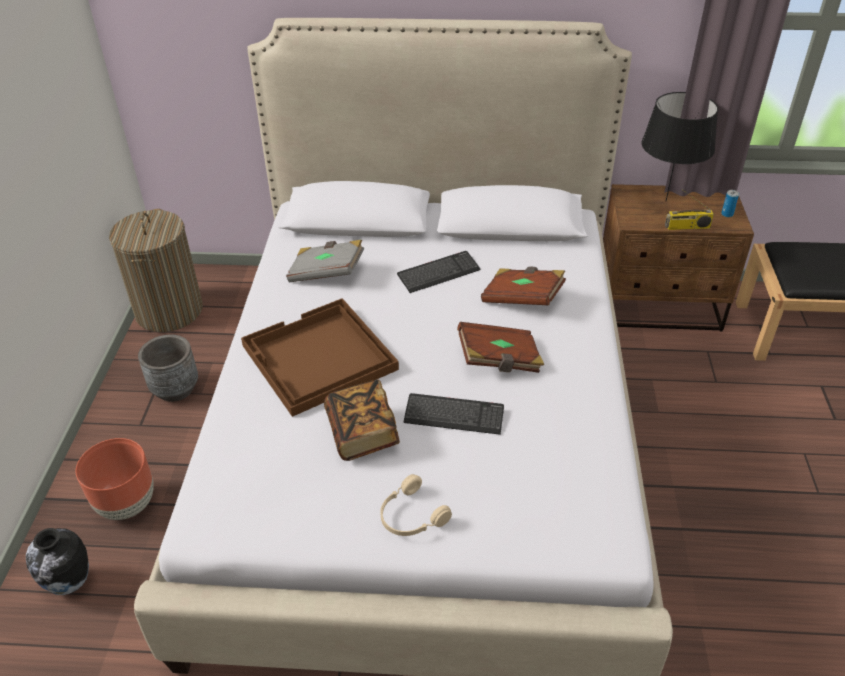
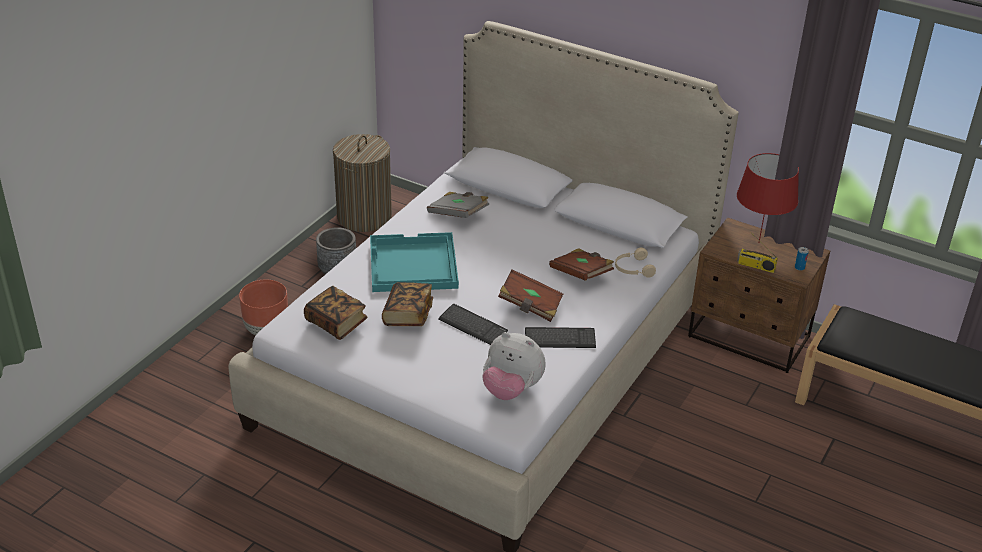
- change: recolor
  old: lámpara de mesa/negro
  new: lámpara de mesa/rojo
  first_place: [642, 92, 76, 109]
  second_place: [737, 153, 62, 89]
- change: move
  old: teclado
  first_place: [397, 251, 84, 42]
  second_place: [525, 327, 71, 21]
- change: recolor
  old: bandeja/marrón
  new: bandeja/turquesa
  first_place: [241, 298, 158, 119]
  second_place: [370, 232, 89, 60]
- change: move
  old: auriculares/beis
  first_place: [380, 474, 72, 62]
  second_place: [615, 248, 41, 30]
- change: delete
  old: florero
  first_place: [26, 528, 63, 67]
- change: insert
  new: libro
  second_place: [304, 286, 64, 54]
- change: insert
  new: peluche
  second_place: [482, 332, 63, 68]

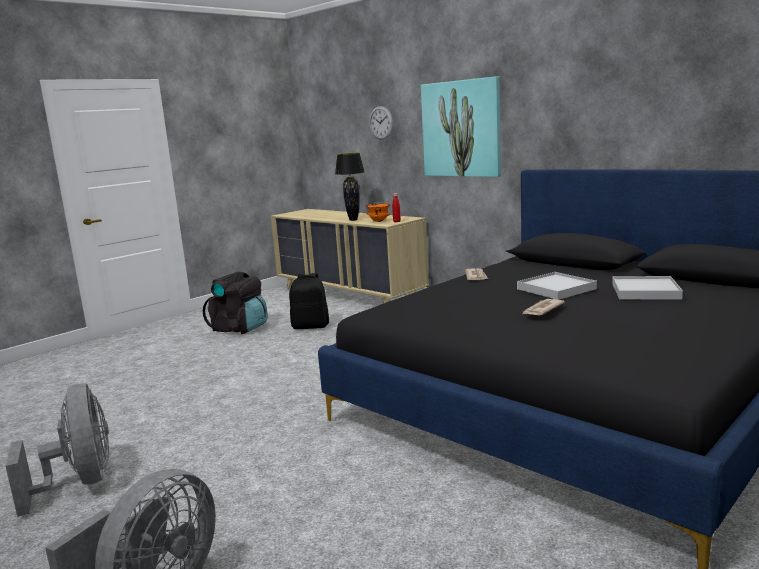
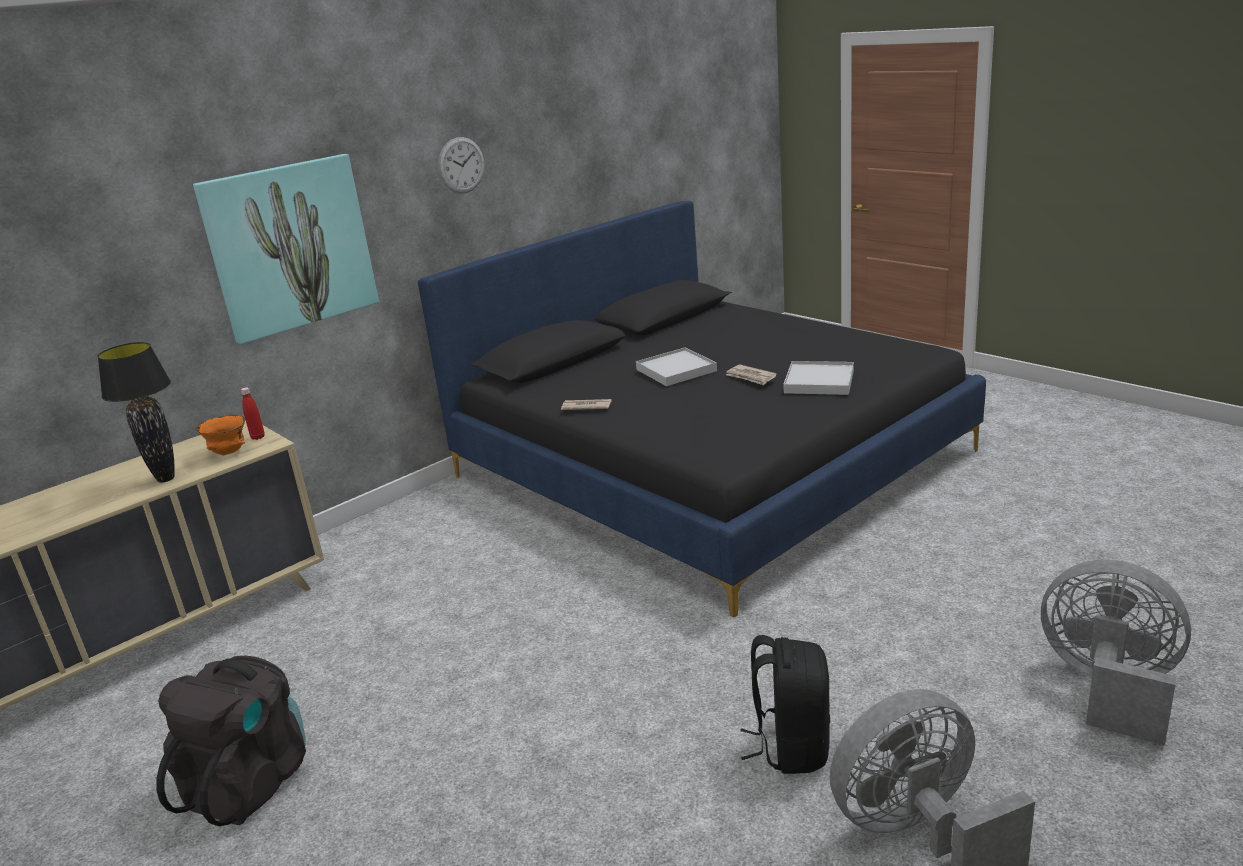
- change: move
  old: reloj de pared
  first_place: [369, 106, 24, 34]
  second_place: [438, 137, 47, 57]
- change: move
  old: mochila/negro
  first_place: [289, 273, 40, 56]
  second_place: [740, 635, 90, 139]
- change: move
  old: bandeja/blanco
  first_place: [612, 276, 71, 24]
  second_place: [783, 361, 71, 34]

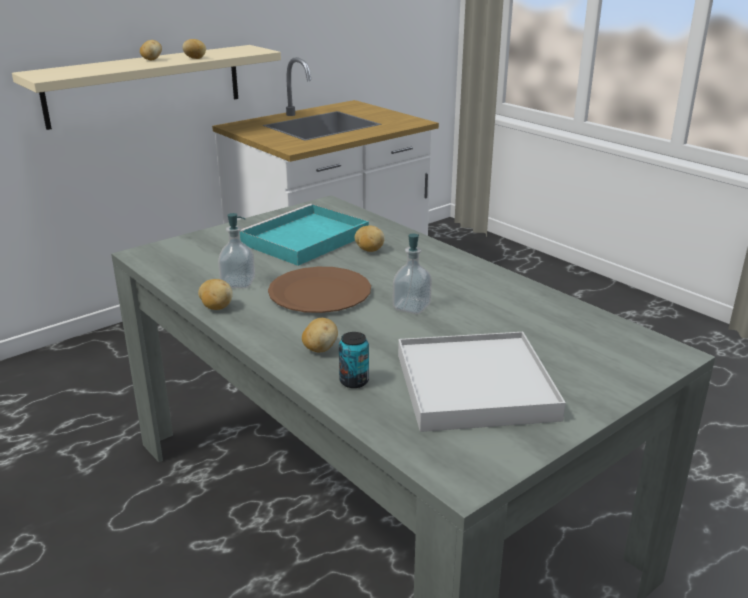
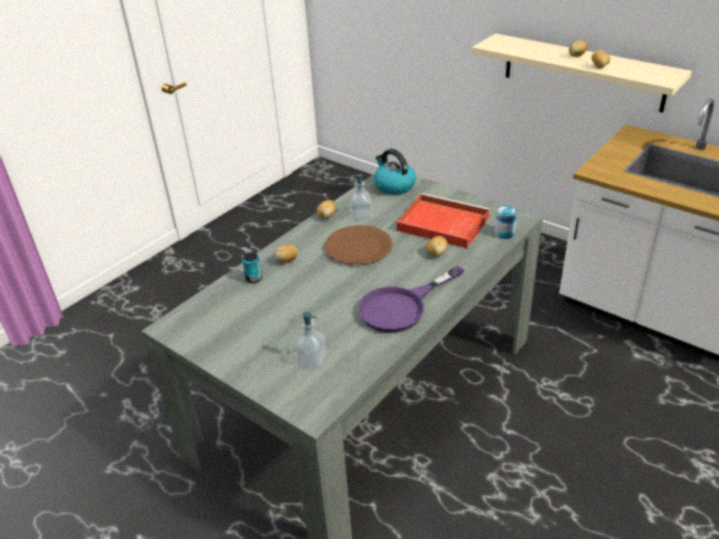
- change: recolor
  old: bandeja/turquesa
  new: bandeja/rojo
  first_place: [239, 204, 130, 62]
  second_place: [396, 193, 94, 55]
- change: move
  old: dispensador de jabón
  first_place: [393, 234, 39, 80]
  second_place: [296, 312, 30, 56]
- change: delete
  old: bandeja/blanco
  first_place: [398, 332, 168, 100]
- change: insert
  new: hervidor
  second_place: [374, 149, 42, 46]
- change: insert
  new: lata
  second_place: [494, 205, 23, 34]
- change: insert
  new: sartén/morado
  second_place: [358, 266, 107, 67]

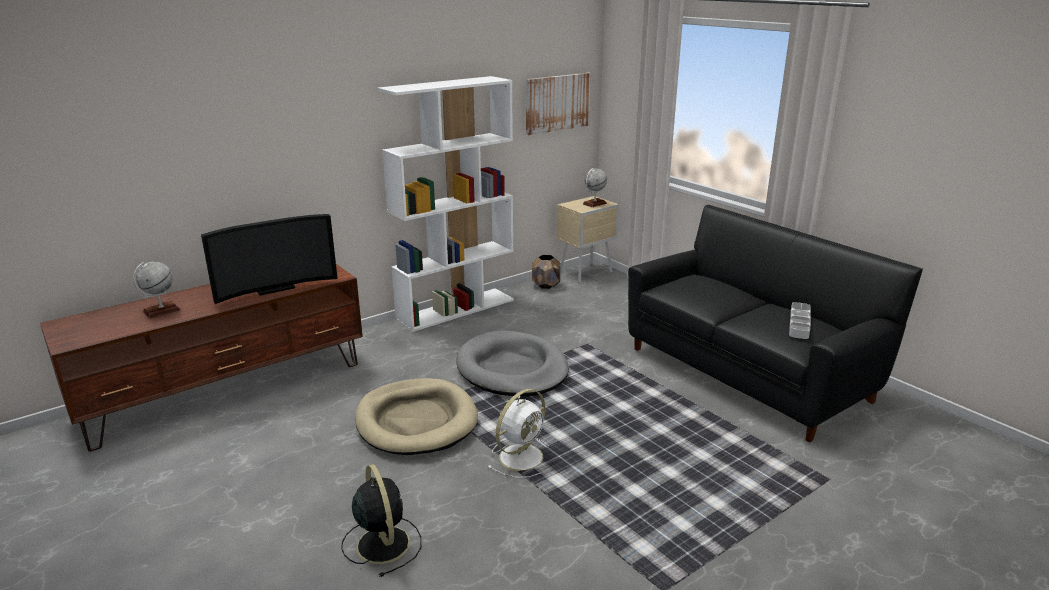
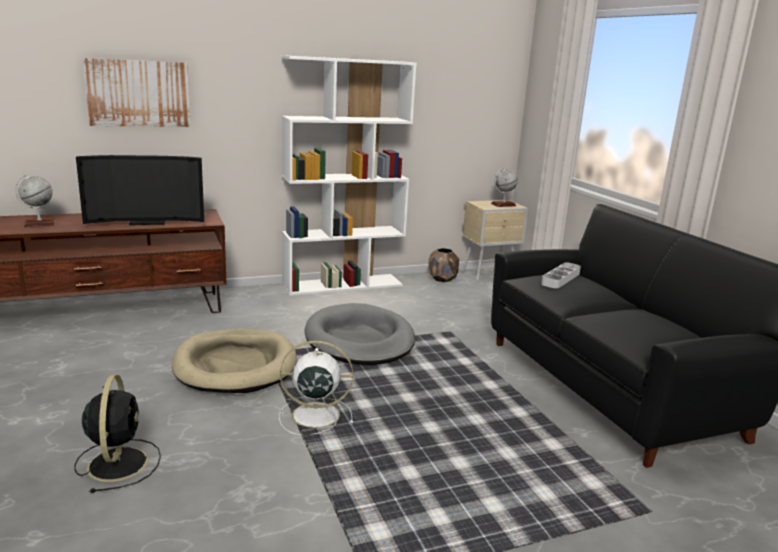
- change: move
  old: cuadro
  first_place: [526, 73, 65, 62]
  second_place: [83, 58, 107, 69]
- change: move
  old: bandeja/gris
  first_place: [789, 302, 22, 37]
  second_place: [541, 262, 40, 27]
- change: rotate
  old: ventilador/blanco
  first_place: [487, 389, 62, 89]
  second_place: [279, 341, 74, 95]
  degrees: -150

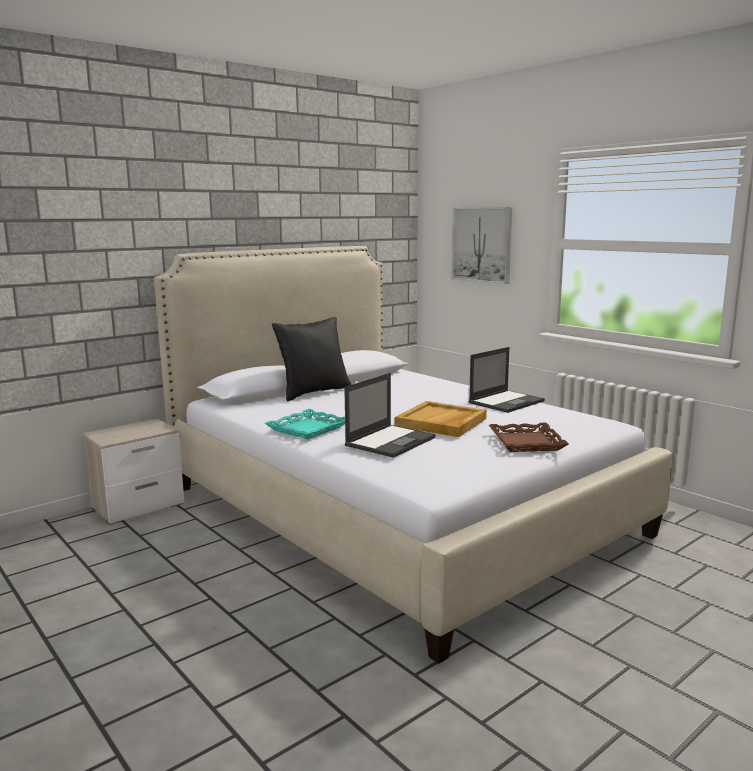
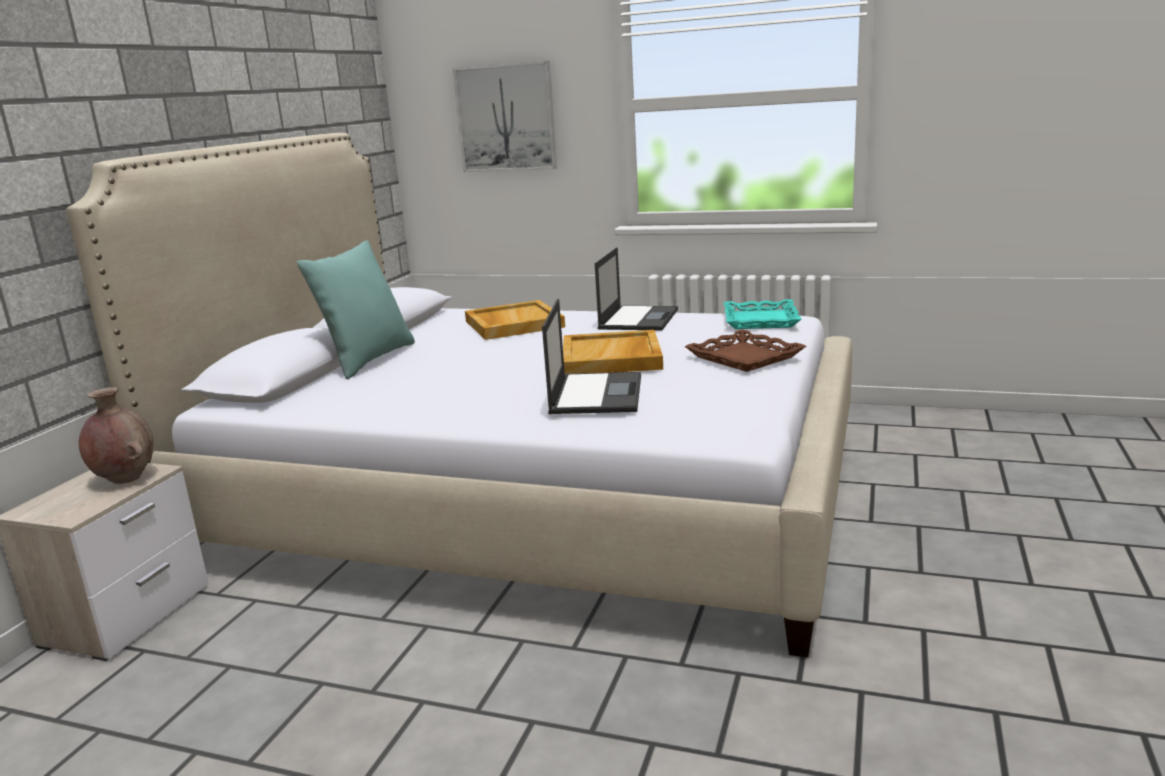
- change: recolor
  old: cojín/negro
  new: cojín/turquesa
  first_place: [272, 317, 80, 84]
  second_place: [297, 240, 118, 139]
- change: move
  old: bandeja/turquesa
  first_place: [265, 409, 80, 30]
  second_place: [724, 299, 77, 30]
- change: insert
  new: bandeja/beis
  second_place: [465, 300, 100, 40]
- change: insert
  new: florero/marrón
  second_place: [79, 387, 75, 97]

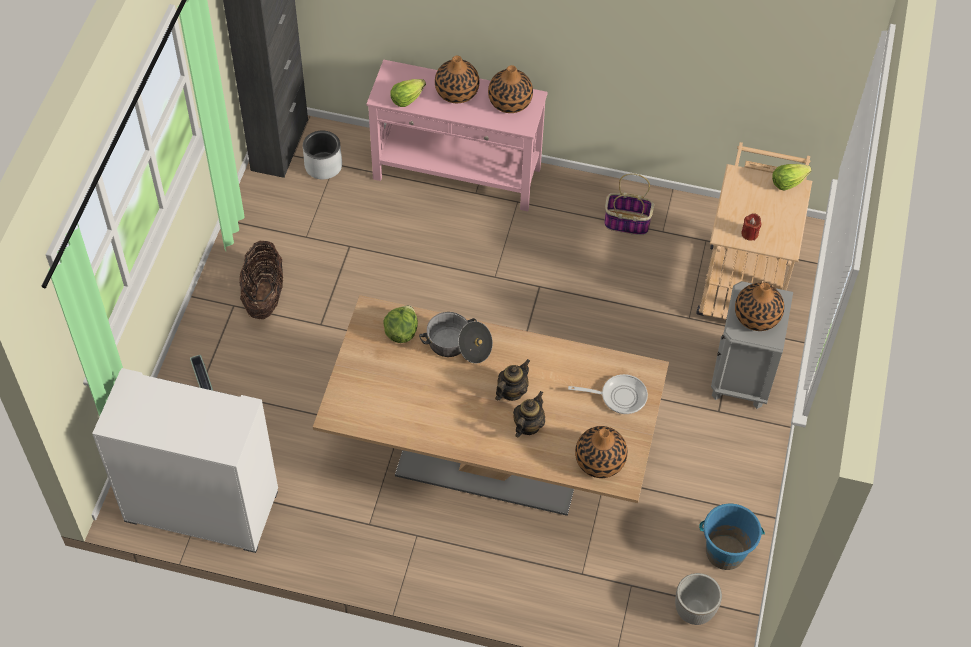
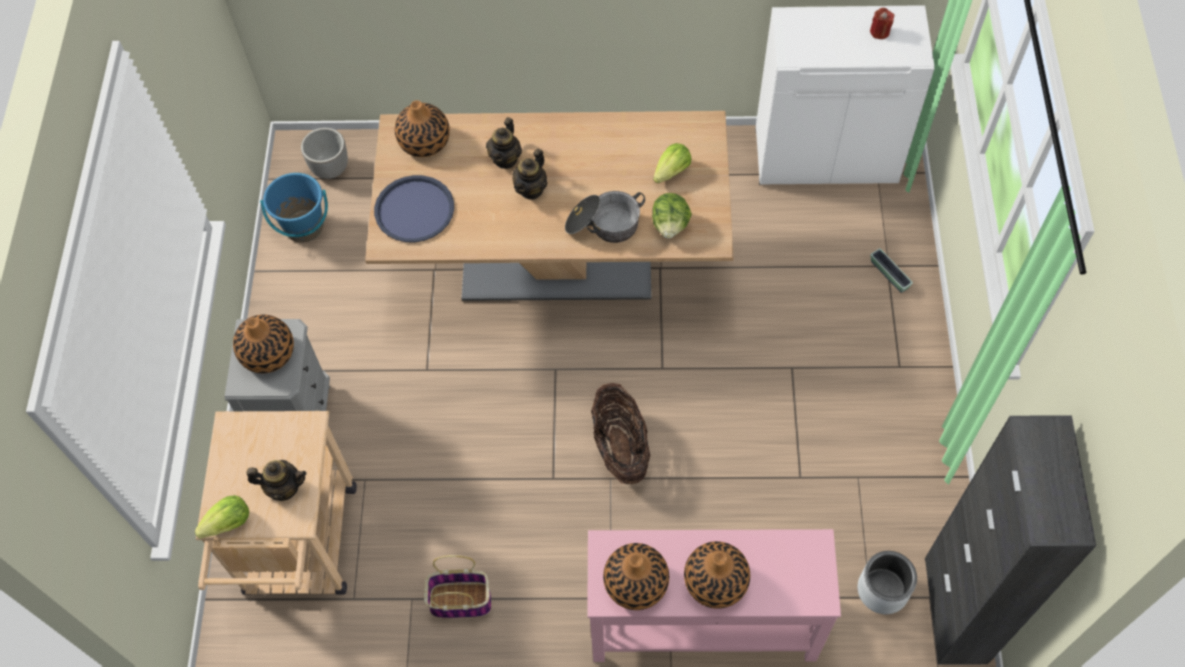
- change: move
  old: lechuga
  first_place: [390, 79, 36, 28]
  second_place: [653, 143, 39, 40]
- change: move
  old: vela/rojo
  first_place: [741, 213, 20, 28]
  second_place: [870, 8, 24, 31]
- change: move
  old: cesta
  first_place: [239, 241, 44, 78]
  second_place: [591, 383, 59, 102]
- change: replace
  old: sartén
  new: bandeja/azul
  first_place: [568, 374, 80, 40]
  second_place: [374, 175, 80, 67]
- change: insert
  new: tetera
  second_place: [247, 460, 59, 41]

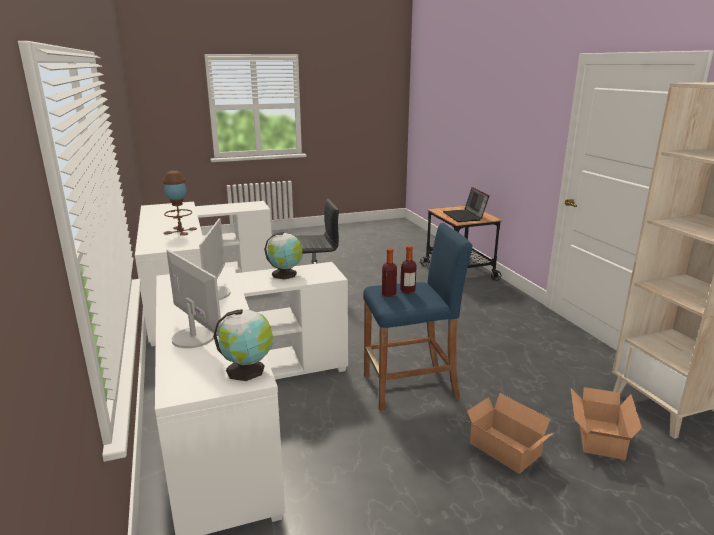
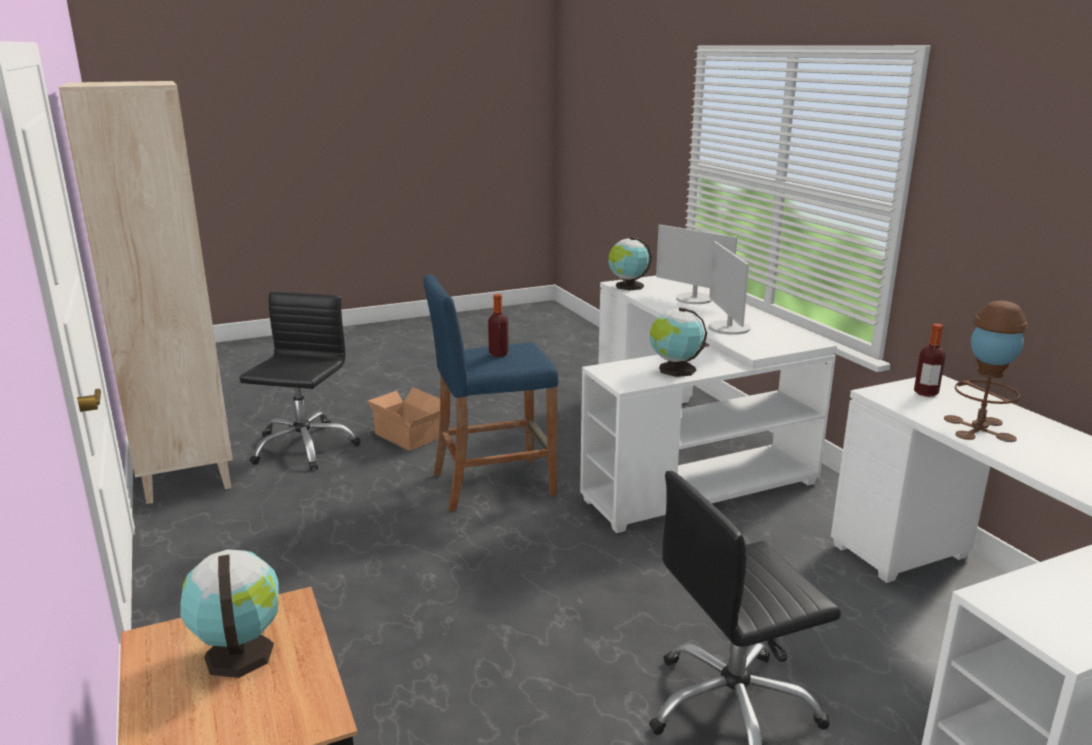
- change: replace
  old: portátil
  new: globo terráqueo
  first_place: [443, 187, 46, 35]
  second_place: [180, 549, 99, 129]
- change: move
  old: botella
  first_place: [382, 248, 15, 49]
  second_place: [914, 324, 32, 73]
- change: replace
  old: caja de cartón
  new: silla de oficina/negro
  first_place: [571, 387, 71, 73]
  second_place: [240, 292, 121, 178]

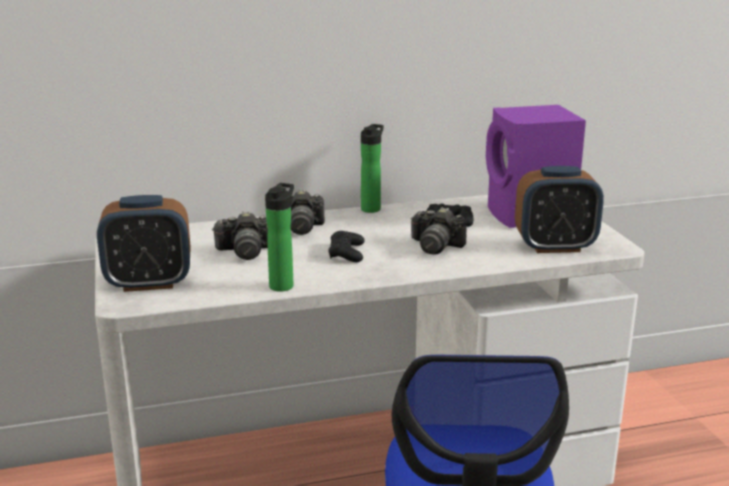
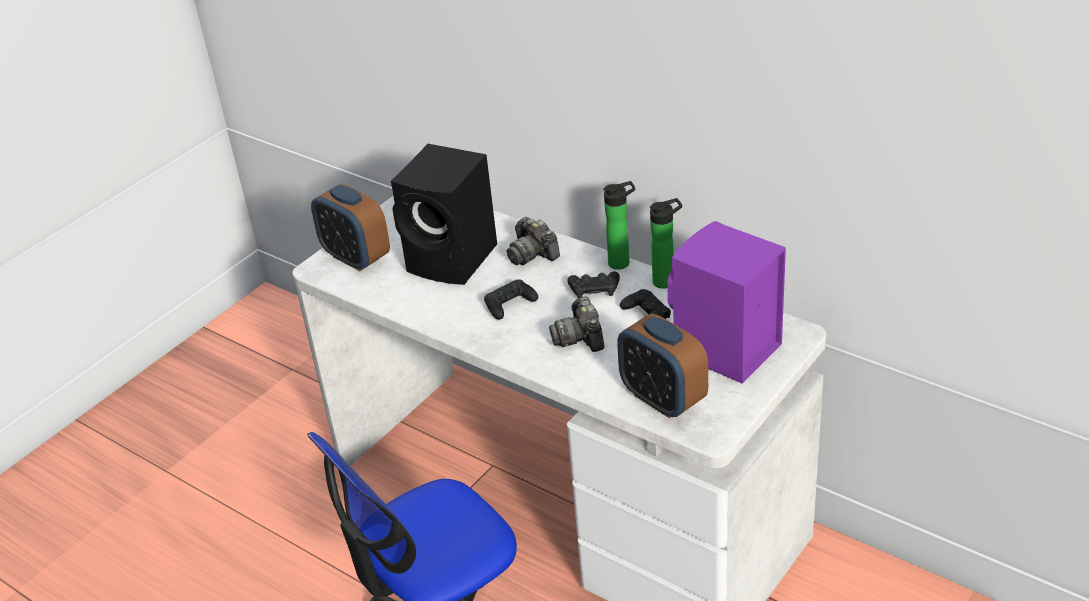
- change: move
  old: botella
  first_place: [265, 183, 29, 109]
  second_place: [650, 198, 32, 91]
- change: replace
  old: cámara
  new: altavoz/negro
  first_place: [212, 211, 56, 49]
  second_place: [391, 144, 106, 141]
- change: insert
  new: mando de consola/negro
  second_place: [567, 272, 53, 26]

